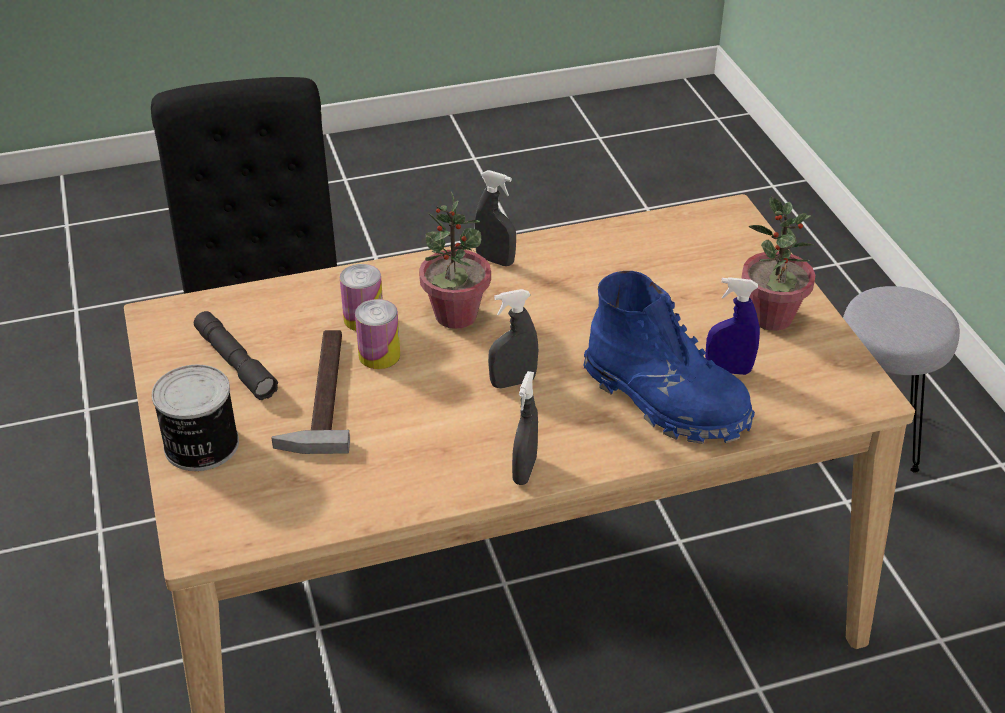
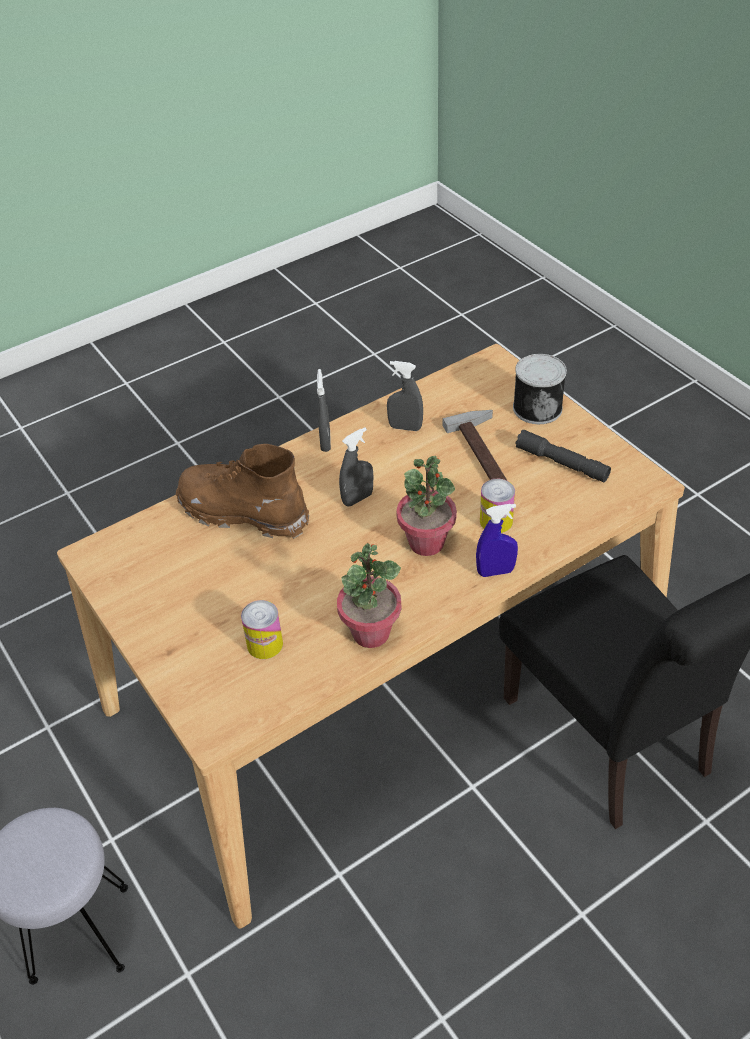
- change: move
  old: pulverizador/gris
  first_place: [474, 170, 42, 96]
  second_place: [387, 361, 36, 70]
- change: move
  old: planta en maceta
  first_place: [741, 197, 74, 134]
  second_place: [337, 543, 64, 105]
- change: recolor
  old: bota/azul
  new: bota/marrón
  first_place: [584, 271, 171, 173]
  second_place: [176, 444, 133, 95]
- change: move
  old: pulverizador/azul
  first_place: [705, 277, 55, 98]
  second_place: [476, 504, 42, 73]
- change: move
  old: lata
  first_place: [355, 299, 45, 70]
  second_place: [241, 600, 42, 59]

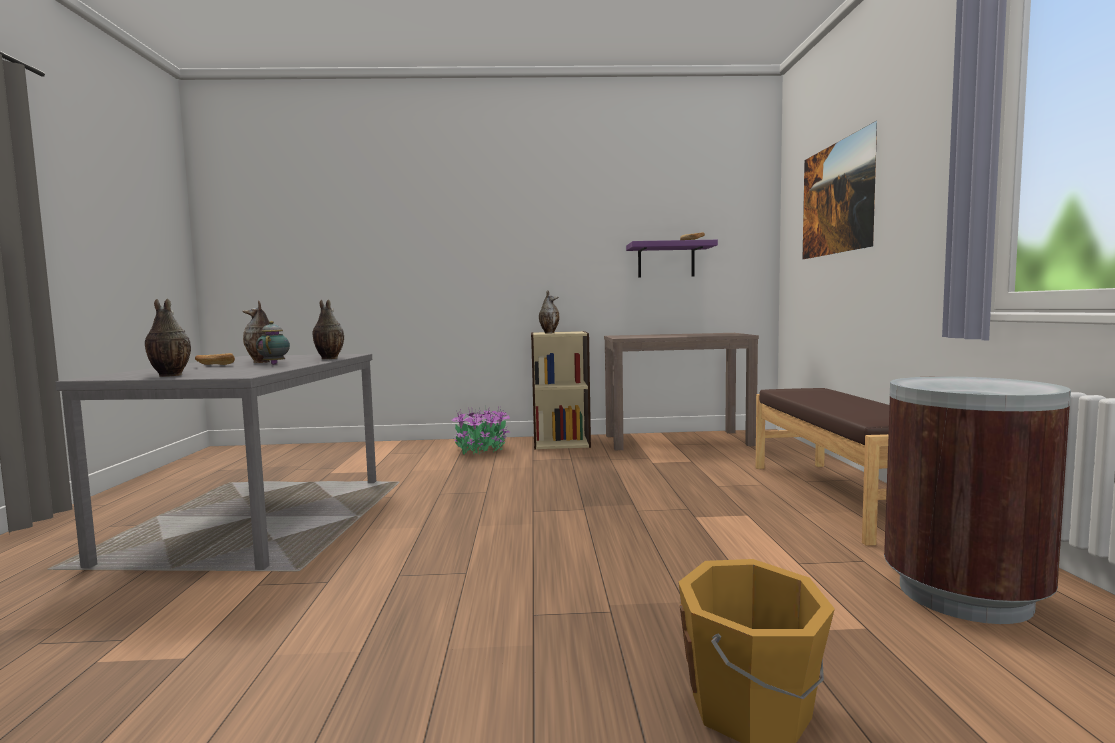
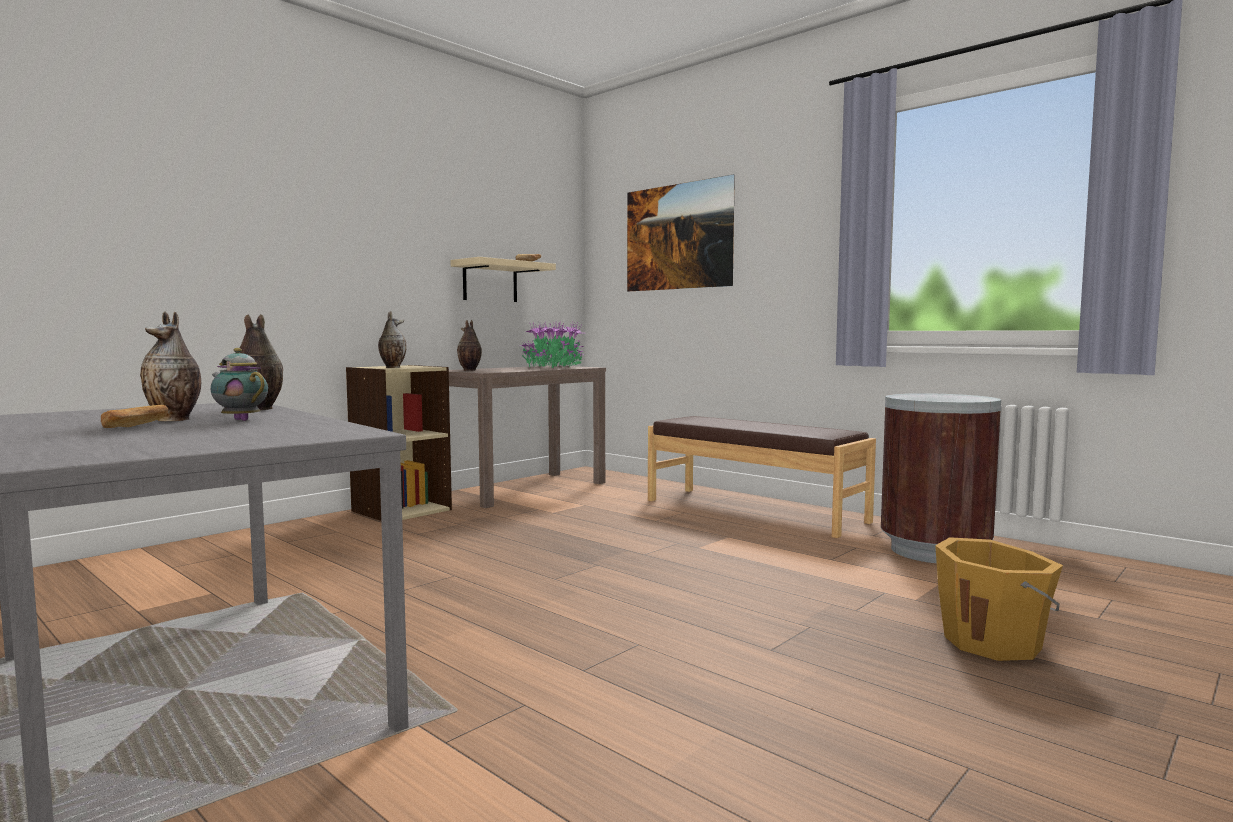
- change: recolor
  old: estante/morado
  new: estante/beis
  first_place: [626, 240, 92, 38]
  second_place: [451, 257, 105, 45]
- change: move
  old: florero
  first_place: [145, 299, 46, 78]
  second_place: [457, 320, 25, 51]
- change: move
  old: planta en maceta
  first_place: [451, 407, 59, 48]
  second_place: [519, 322, 65, 46]

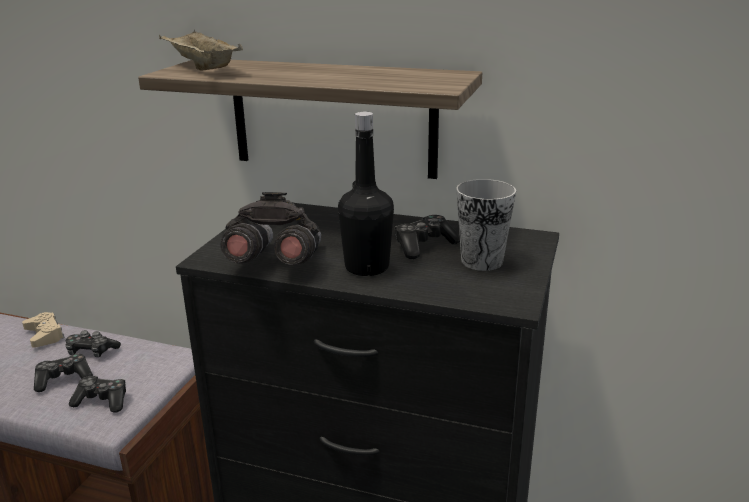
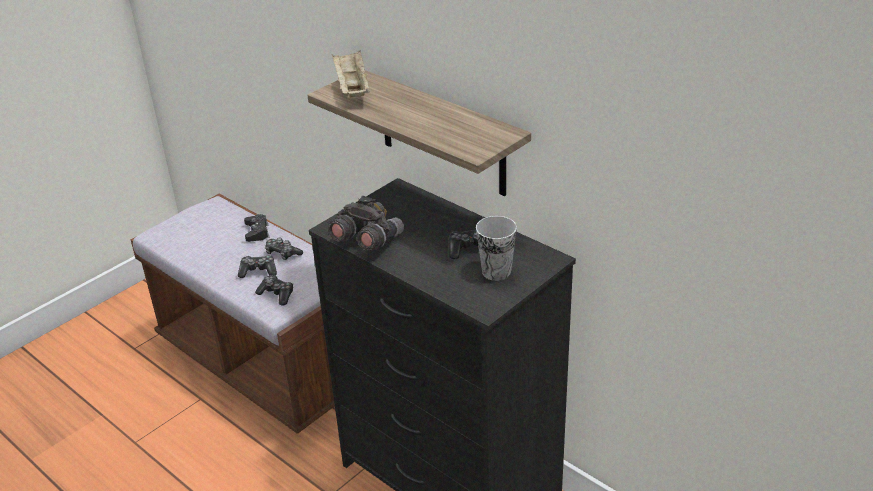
- change: delete
  old: botella/negro
  first_place: [338, 112, 56, 164]
- change: recolor
  old: mando de consola/beis
  new: mando de consola/negro
  first_place: [22, 312, 43, 36]
  second_place: [244, 214, 25, 28]

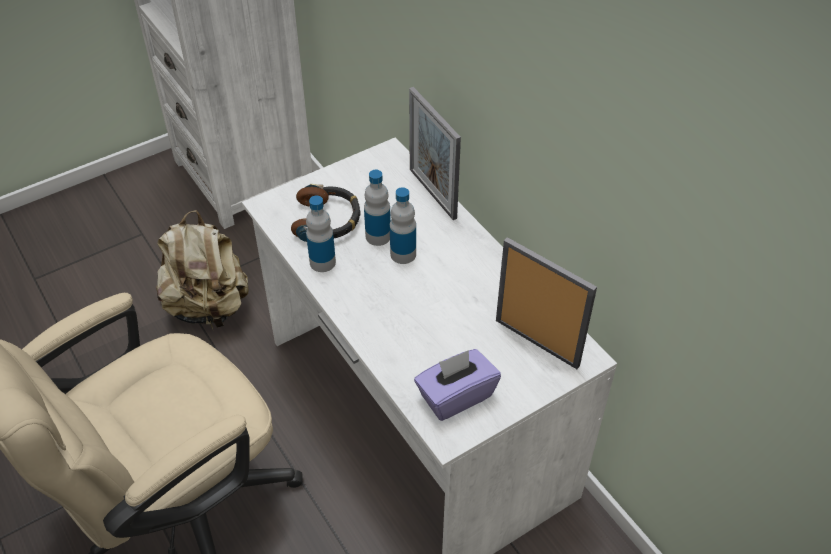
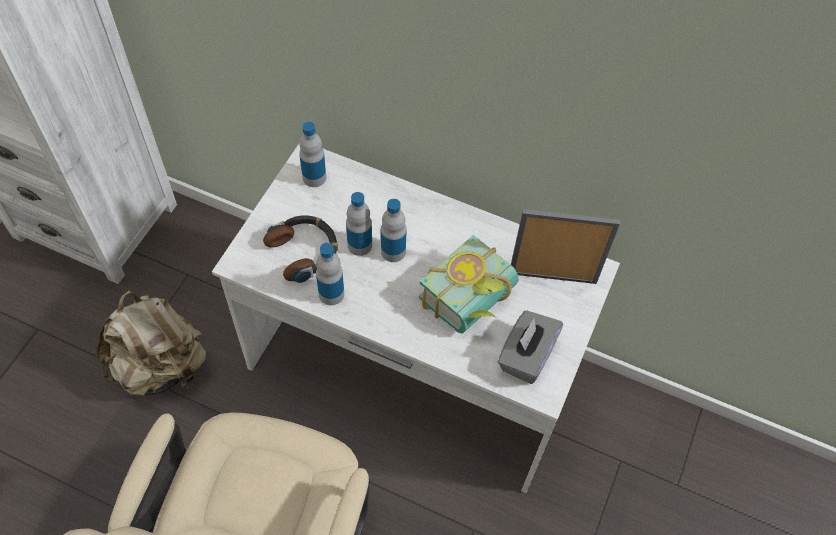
- change: delete
  old: portarretratos
  first_place: [409, 87, 52, 133]
- change: recolor
  old: caja de pañuelos/morado
  new: caja de pañuelos/gris
  first_place: [414, 349, 87, 72]
  second_place: [497, 310, 66, 74]
- change: insert
  new: botella
  second_place: [299, 122, 27, 65]
- change: insert
  new: libro
  second_place: [419, 235, 99, 99]

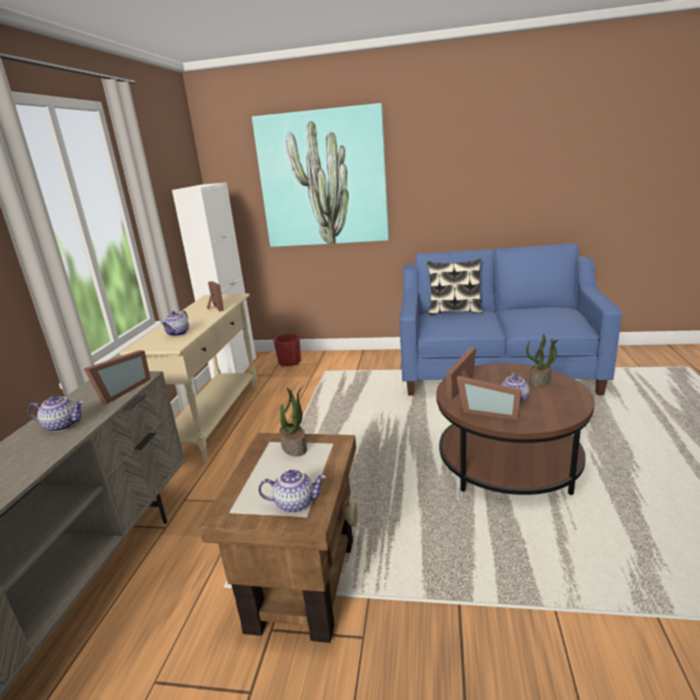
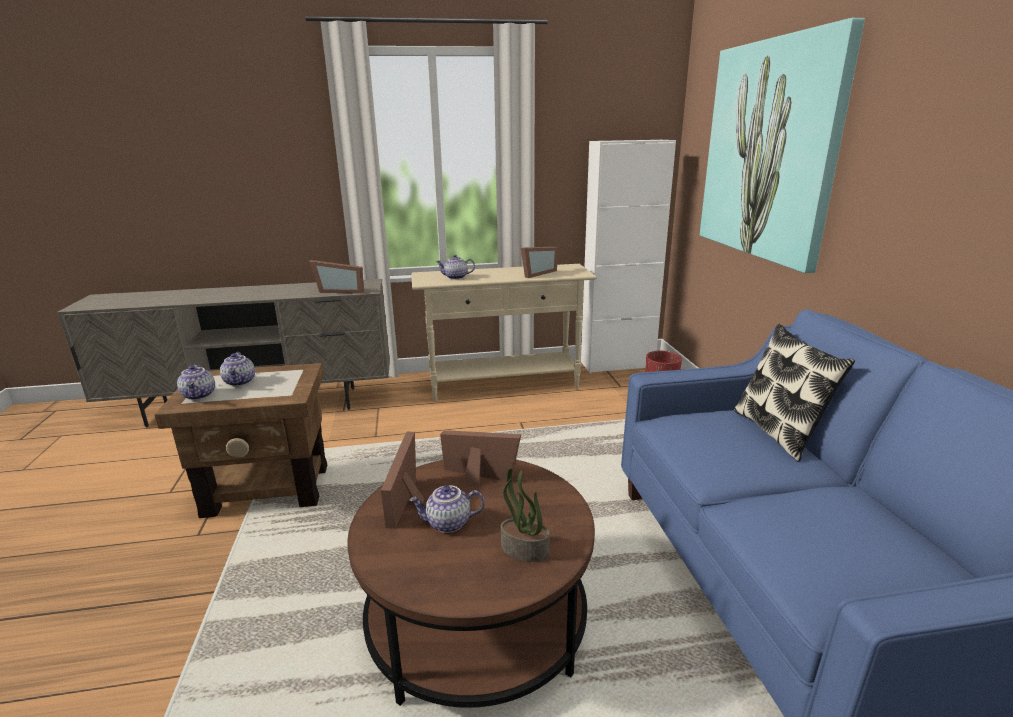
- change: delete
  old: planta en maceta
  first_place: [279, 387, 28, 70]
- change: move
  old: tetera
  first_place: [28, 395, 55, 37]
  second_place: [220, 352, 35, 34]

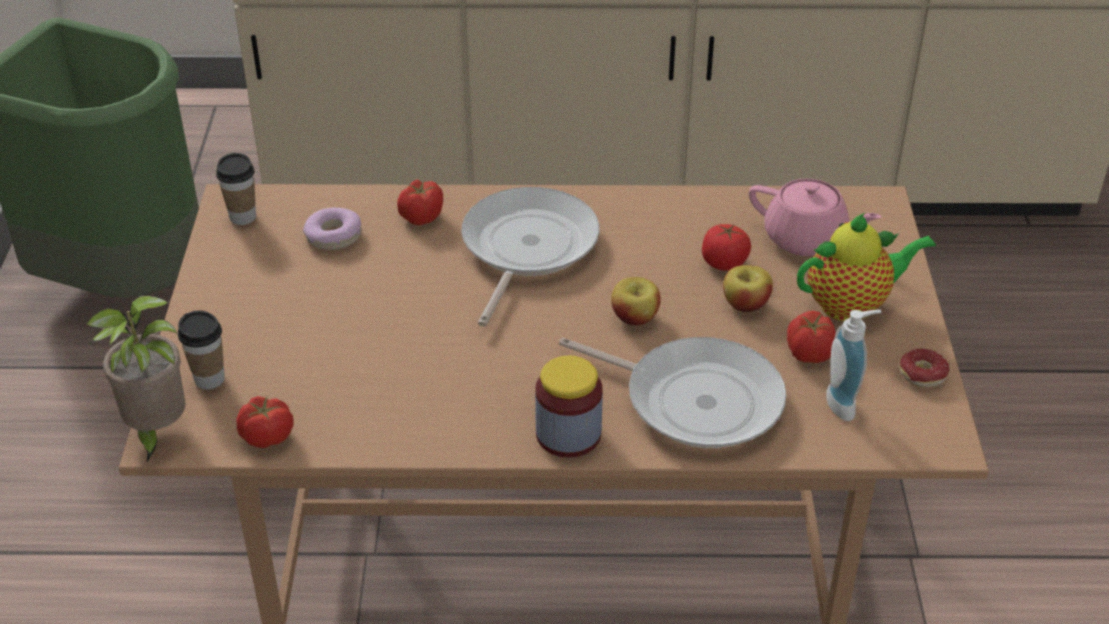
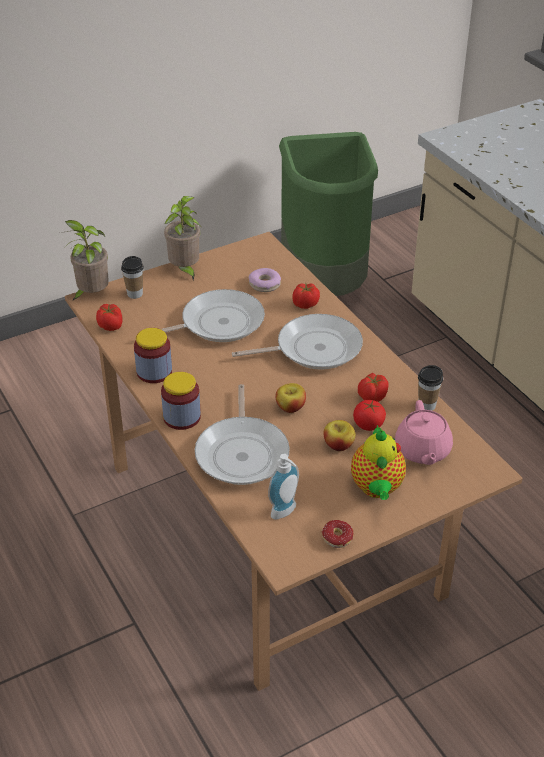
- change: move
  old: taza
  first_place: [216, 153, 40, 72]
  second_place: [418, 365, 25, 46]
- change: rotate
  old: tetera
  first_place: [797, 213, 139, 108]
  second_place: [351, 425, 55, 75]
  degrees: 45
- change: move
  old: tomate
  first_place: [787, 311, 49, 52]
  second_place: [358, 373, 31, 29]
- change: insert
  new: planta en maceta
  second_place: [164, 196, 36, 84]
- change: insert
  new: sartén
  second_place: [161, 289, 104, 53]
- change: insert
  new: tarro
  second_place: [134, 328, 38, 55]

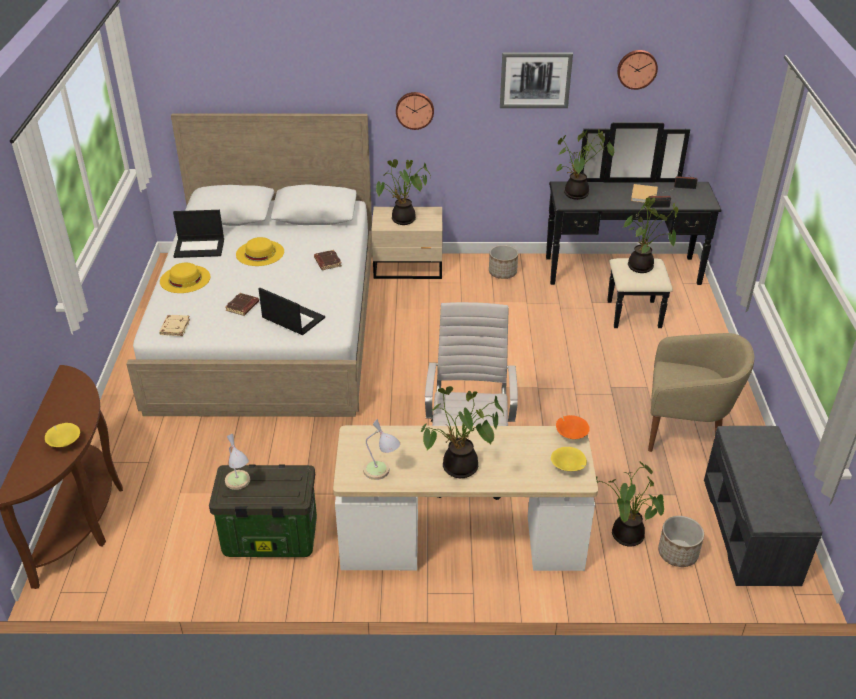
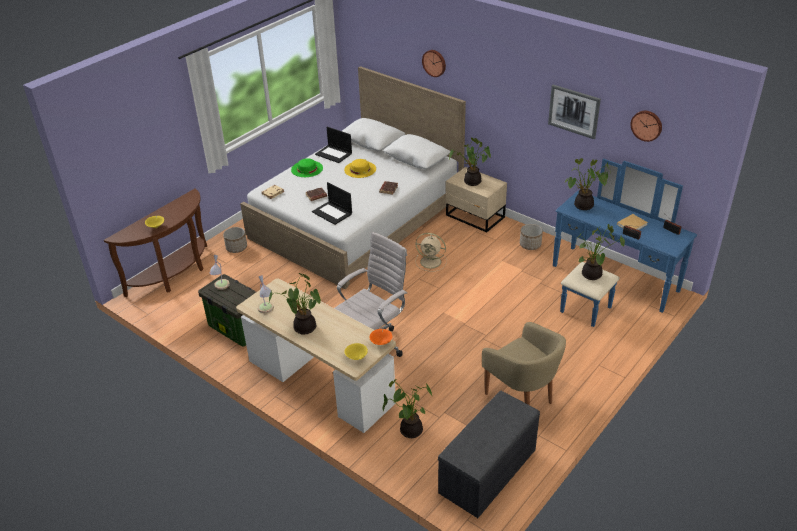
- change: move
  old: reloj de pared
  first_place: [396, 92, 38, 38]
  second_place: [422, 50, 24, 27]
- change: recolor
  old: cómoda/negro
  new: cómoda/azul
  first_place: [546, 122, 176, 206]
  second_place: [553, 158, 144, 169]
- change: recolor
  old: sombrero/amarillo
  new: sombrero/verde
  first_place: [160, 263, 51, 30]
  second_place: [291, 158, 32, 19]
- change: rotate
  old: portátil
  first_place: [259, 288, 66, 47]
  second_place: [312, 182, 40, 43]
  degrees: 150
- change: move
  old: maceta
  first_place: [658, 516, 46, 51]
  second_place: [223, 227, 24, 26]
- change: insert
  new: ventilador/beis
  second_place: [415, 233, 32, 38]

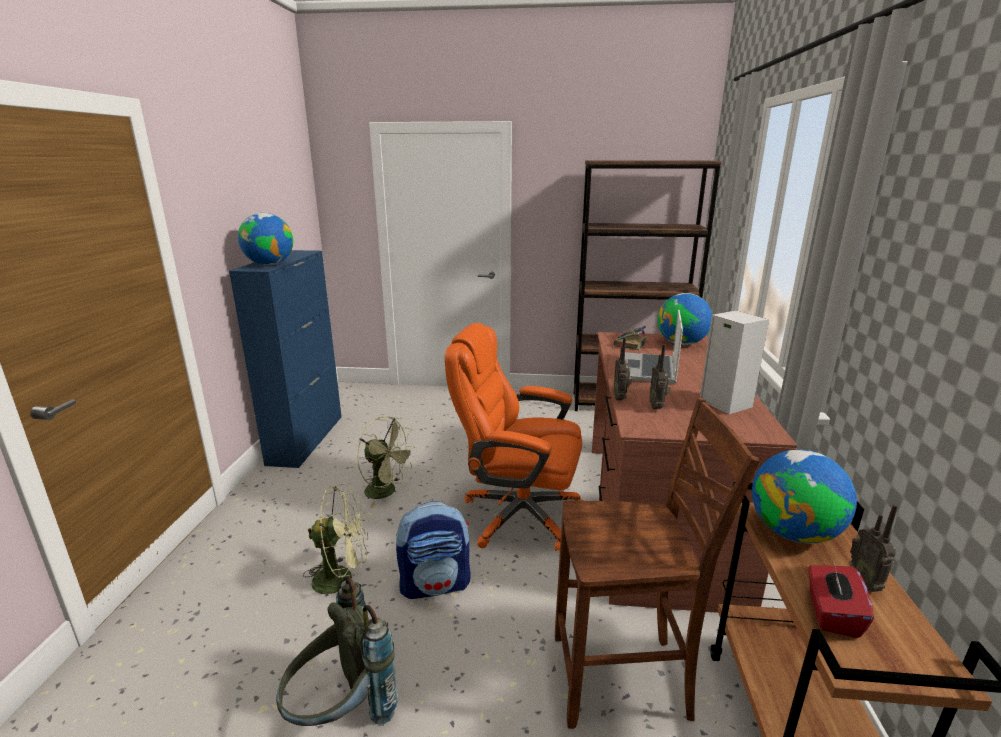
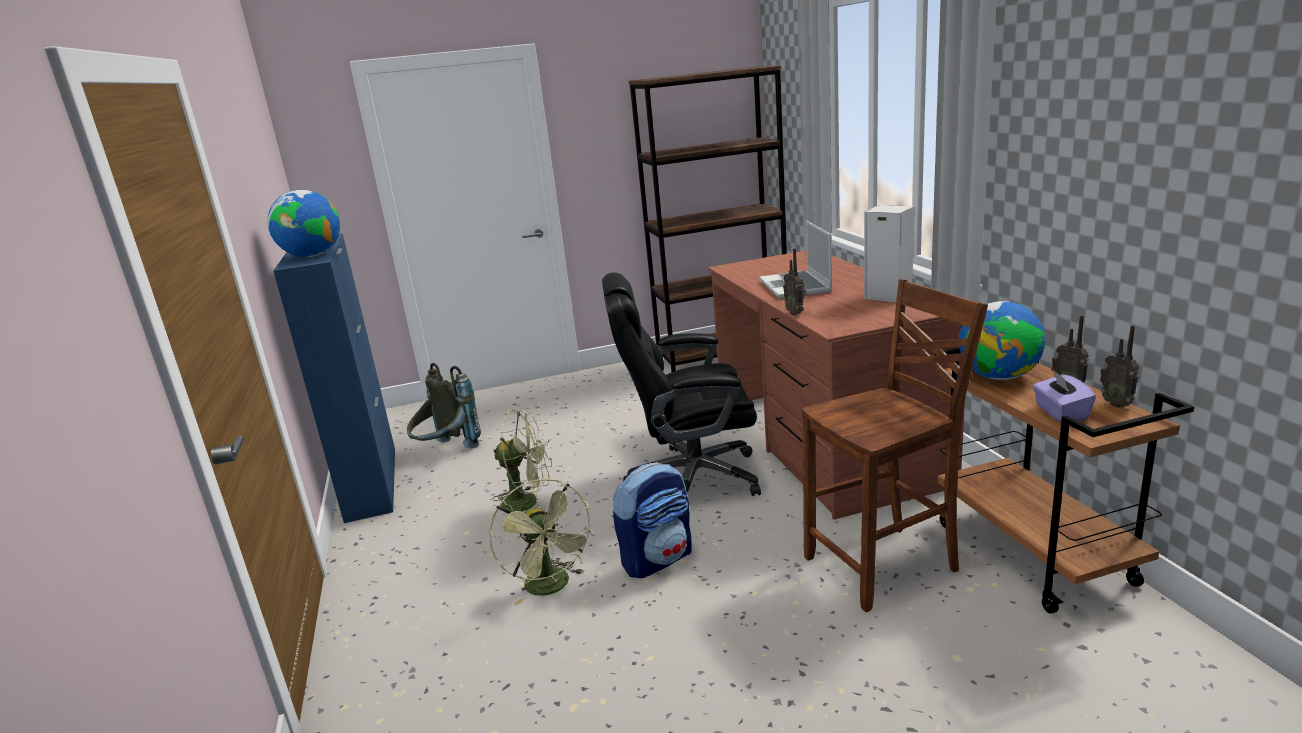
- change: delete
  old: globo terráqueo
  first_place: [658, 293, 54, 52]
- change: recolor
  old: silla de oficina/naranja
  new: silla de oficina/negro
  first_place: [445, 323, 139, 228]
  second_place: [602, 273, 159, 223]
- change: delete
  old: libro
  first_place: [614, 326, 33, 24]
- change: move
  old: radio
  first_place: [649, 344, 22, 65]
  second_place: [1100, 325, 39, 83]
- change: rotate
  old: ventilador/verde
  first_place: [303, 483, 65, 113]
  second_place: [489, 479, 106, 127]
  degrees: 90
- change: recolor
  old: caja de pañuelos/rojo
  new: caja de pañuelos/morado
  first_place: [808, 563, 66, 75]
  second_place: [1033, 371, 63, 52]
- change: move
  old: mochila/gris
  first_place: [276, 576, 122, 150]
  second_place: [407, 363, 74, 85]

